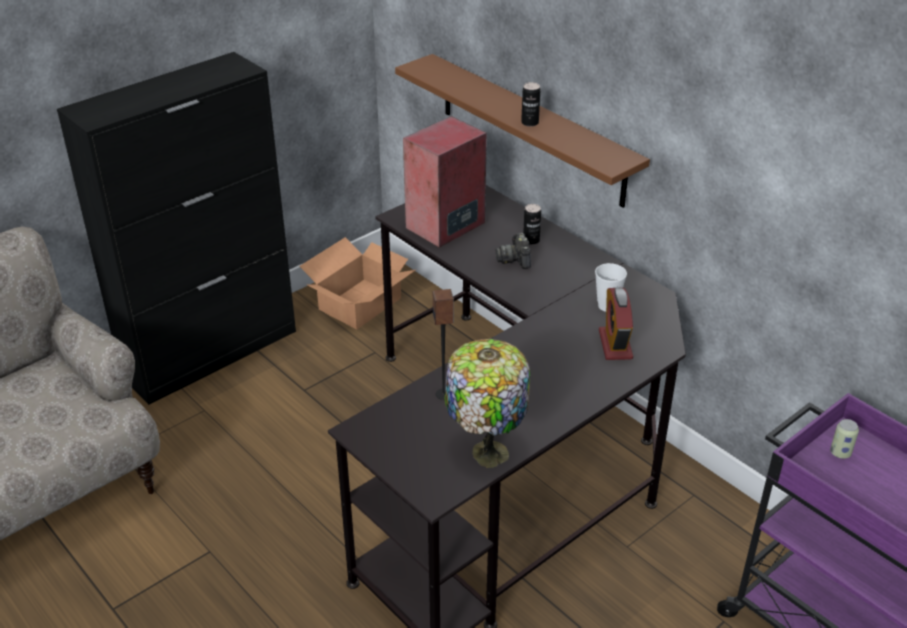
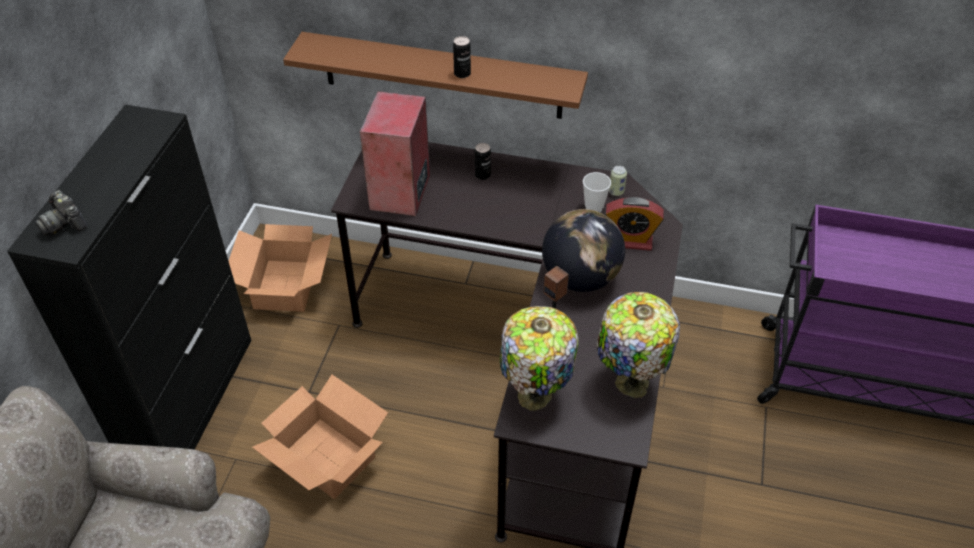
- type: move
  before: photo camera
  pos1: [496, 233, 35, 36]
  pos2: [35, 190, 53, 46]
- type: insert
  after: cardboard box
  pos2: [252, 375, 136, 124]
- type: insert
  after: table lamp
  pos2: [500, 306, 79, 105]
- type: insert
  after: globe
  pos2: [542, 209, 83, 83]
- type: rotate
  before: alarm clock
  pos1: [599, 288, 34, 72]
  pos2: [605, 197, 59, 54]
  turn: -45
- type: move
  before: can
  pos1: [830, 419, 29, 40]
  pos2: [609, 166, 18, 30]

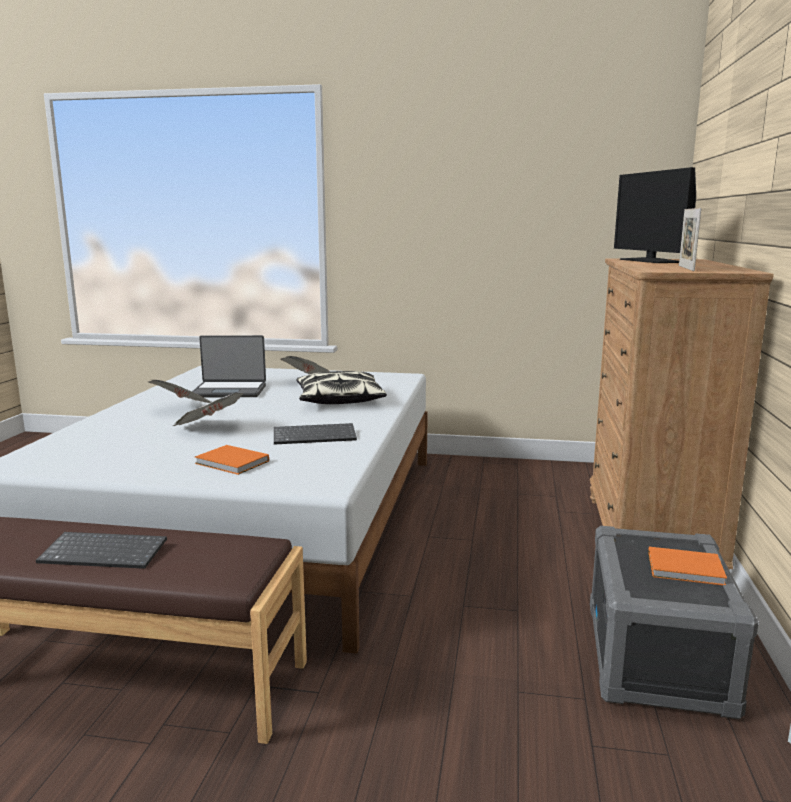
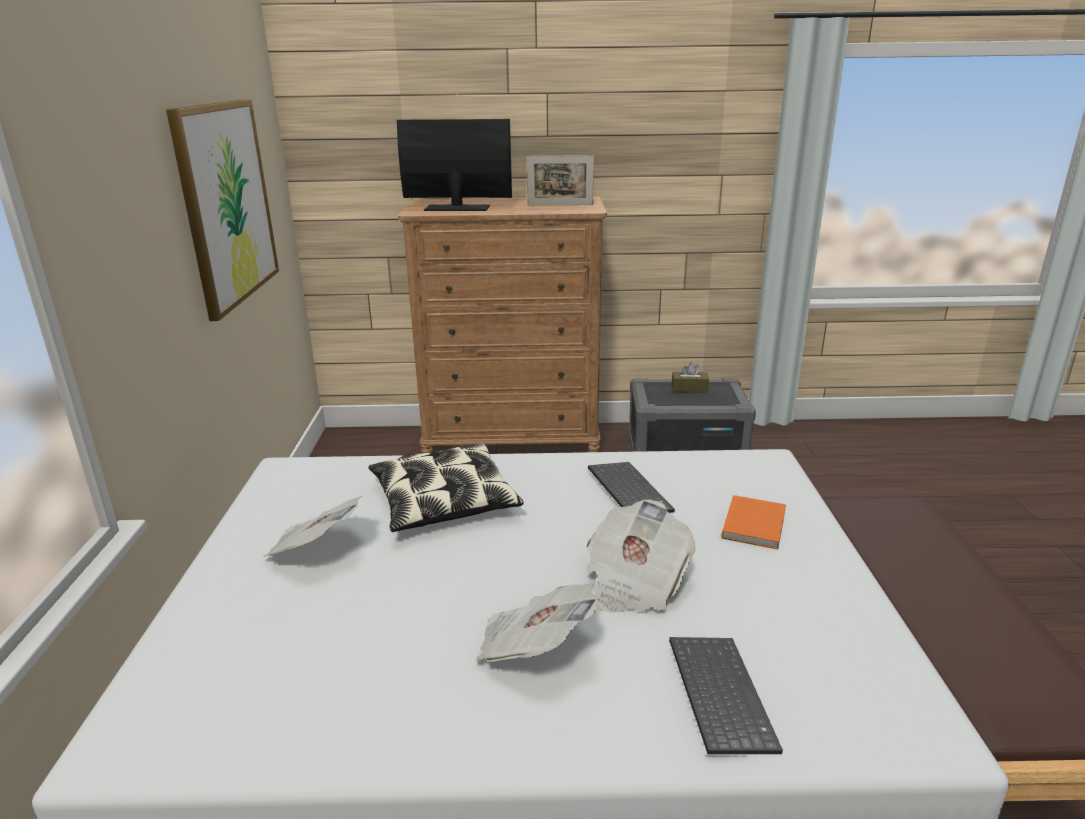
- type: insert
  after: picture
  pos2: [166, 99, 113, 222]
- type: rotate
  before: monitor
  pos1: [614, 167, 82, 96]
  pos2: [397, 119, 115, 92]
  turn: -150
- type: move
  before: keyboard
  pos1: [36, 532, 131, 37]
  pos2: [669, 637, 114, 117]
- type: replace
  before: book/orange
  after: tissue box/brown
  pos1: [648, 547, 79, 38]
  pos2: [672, 362, 37, 31]
- type: delete
  before: laptop
  pos1: [192, 335, 74, 62]

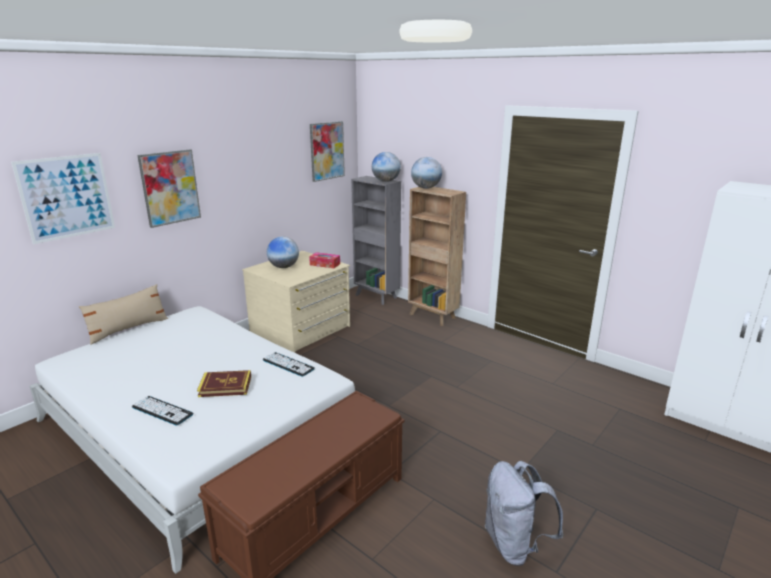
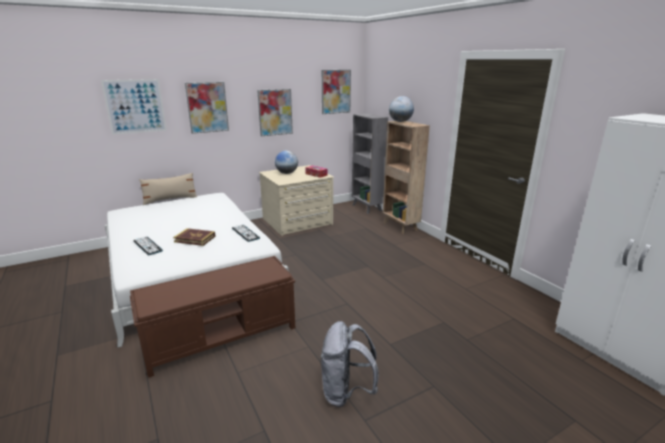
- type: insert
  after: picture
  pos2: [257, 89, 36, 47]
- type: delete
  before: globe
  pos1: [372, 152, 29, 30]

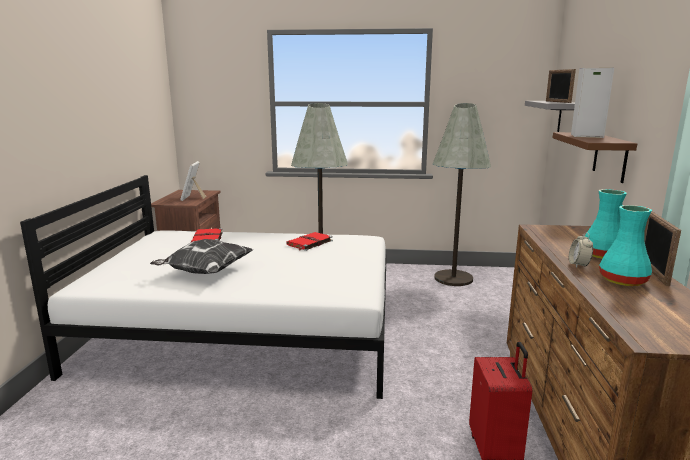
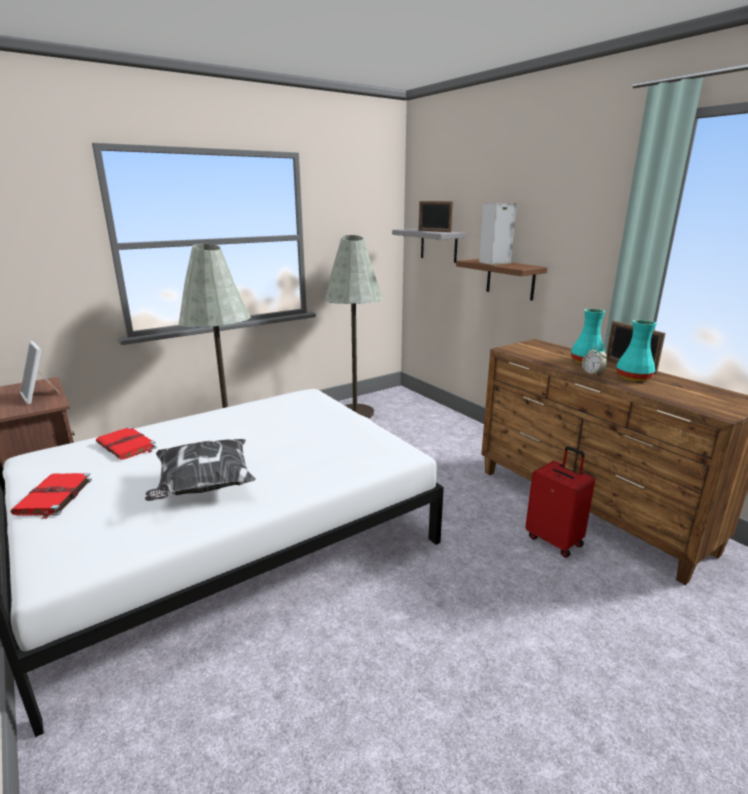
- type: move
  before: book/red
  pos1: [286, 232, 47, 19]
  pos2: [11, 473, 81, 46]

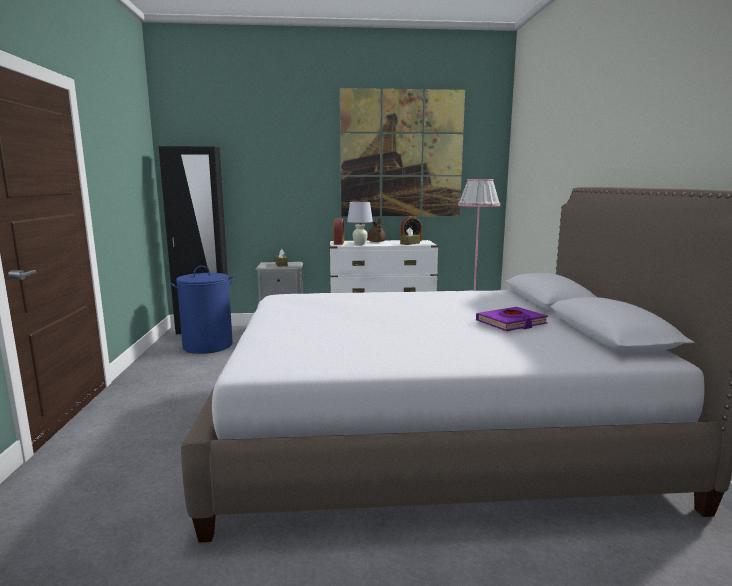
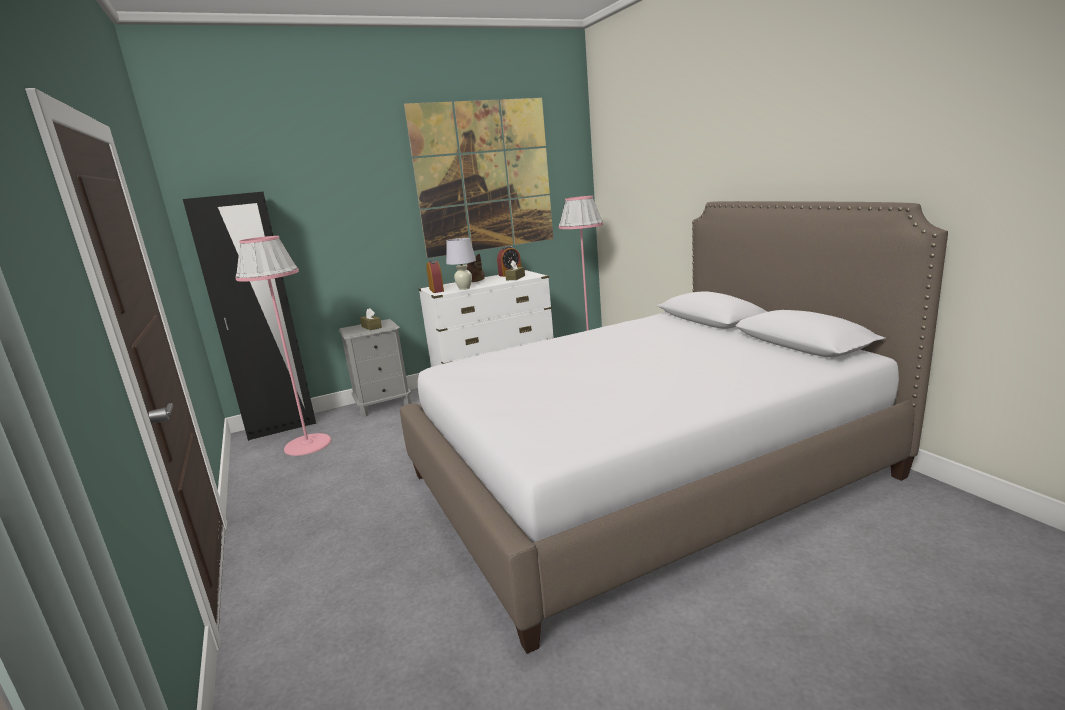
- type: replace
  before: laundry basket/blue
  after: floor lamp/pink
  pos1: [170, 266, 64, 88]
  pos2: [235, 236, 97, 220]
- type: delete
  before: book/purple
  pos1: [476, 307, 72, 24]

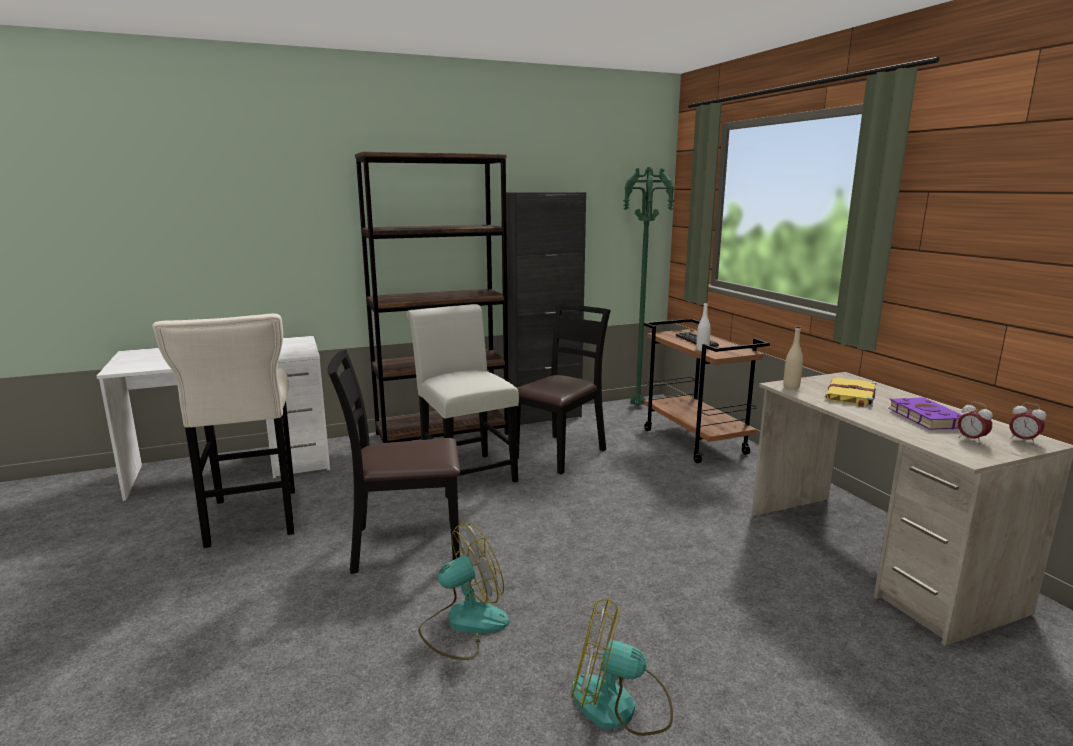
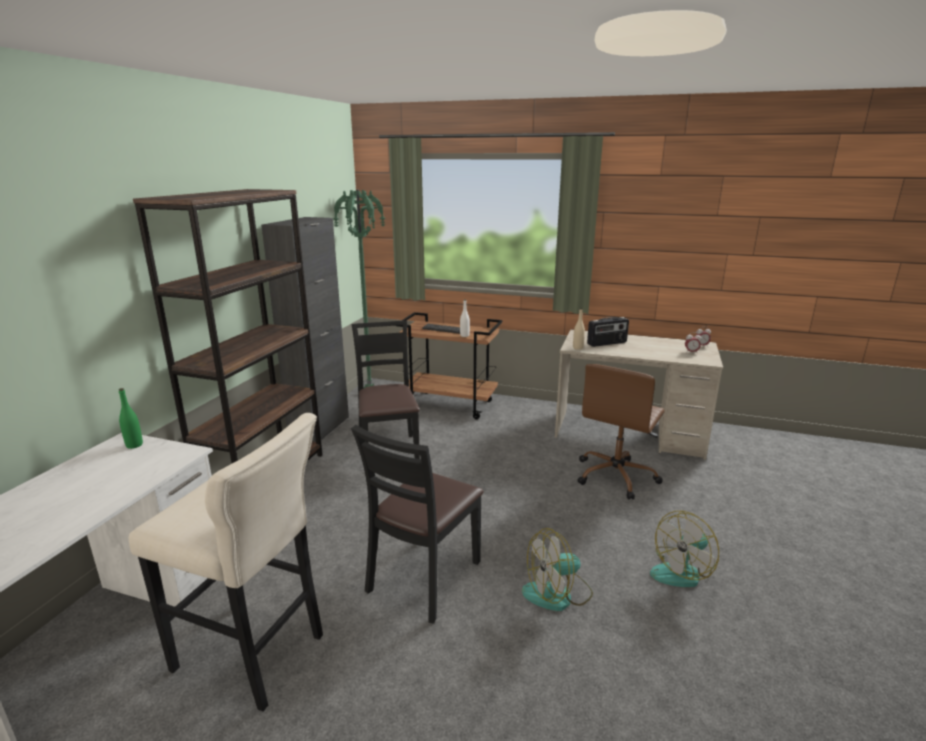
- type: insert
  after: bottle/green
  pos2: [119, 388, 24, 61]
- type: rotate
  before: fan
  pos1: [418, 522, 91, 138]
  pos2: [522, 528, 71, 83]
  turn: -120
- type: insert
  after: office chair/brown
  pos2: [578, 364, 87, 136]
- type: replace
  before: book/yellow
  after: radio
  pos1: [825, 377, 52, 30]
  pos2: [587, 317, 42, 30]
- type: delete
  before: chair/white
  pos1: [407, 304, 112, 194]
- type: delete
  before: book/purple
  pos1: [888, 397, 74, 33]

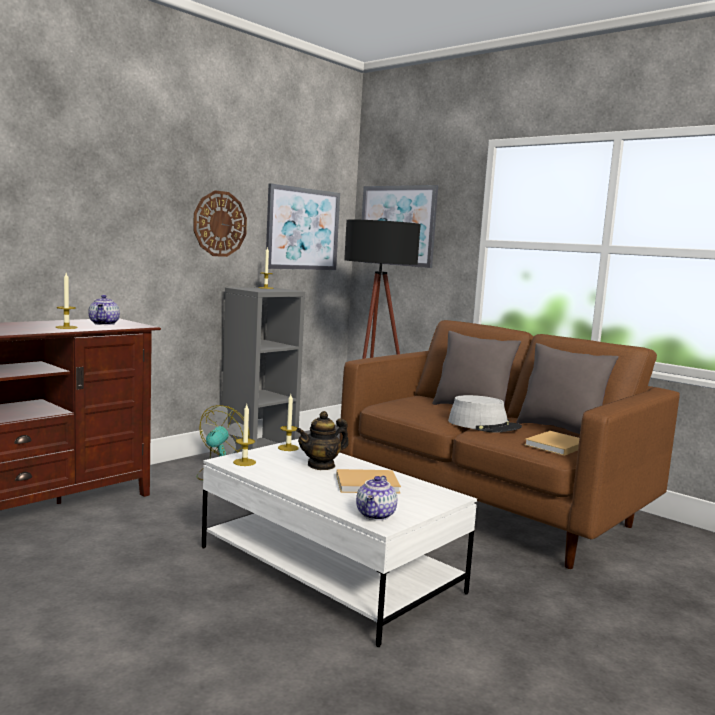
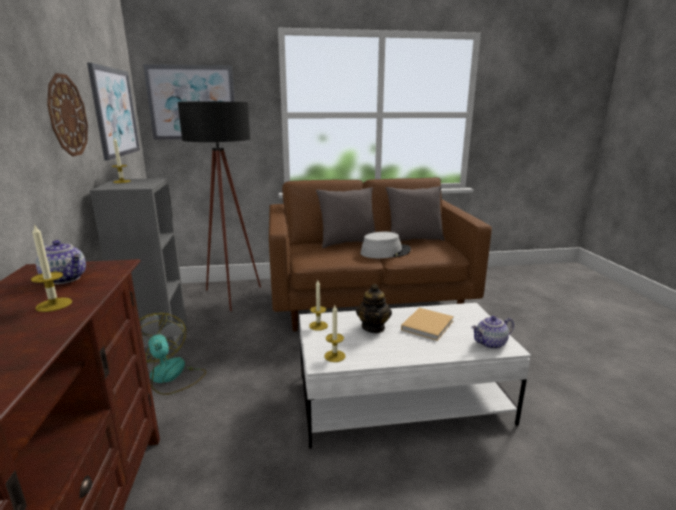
- type: rotate
  before: teapot
  pos1: [356, 476, 41, 45]
  pos2: [471, 316, 43, 33]
  turn: 105
- type: delete
  before: book/beige
  pos1: [524, 431, 55, 25]

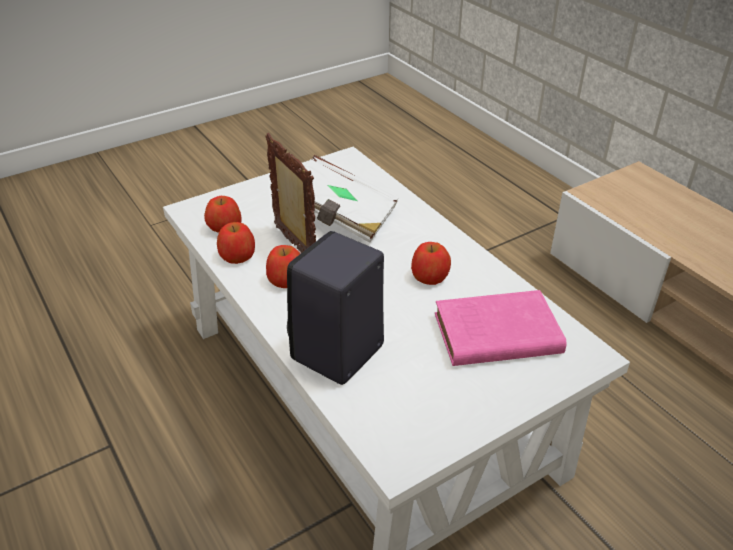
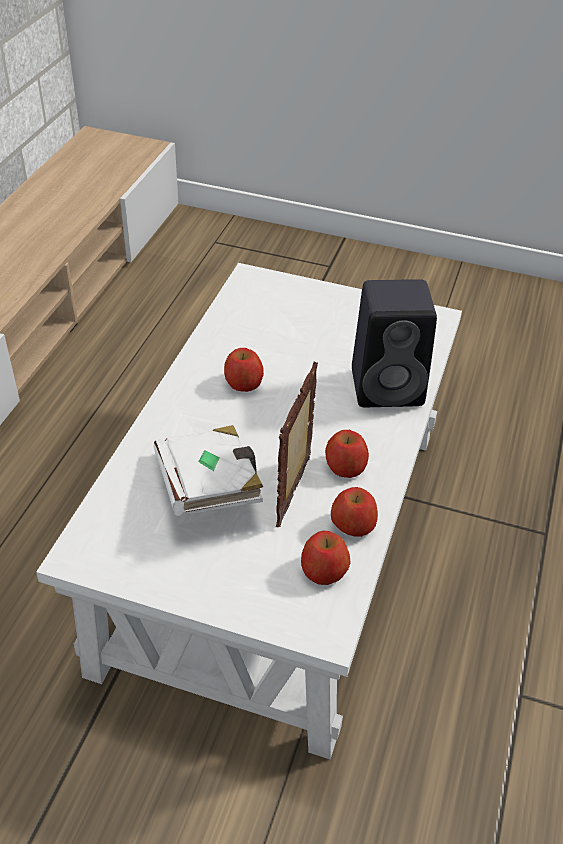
- type: delete
  before: book/pink
  pos1: [435, 290, 131, 76]

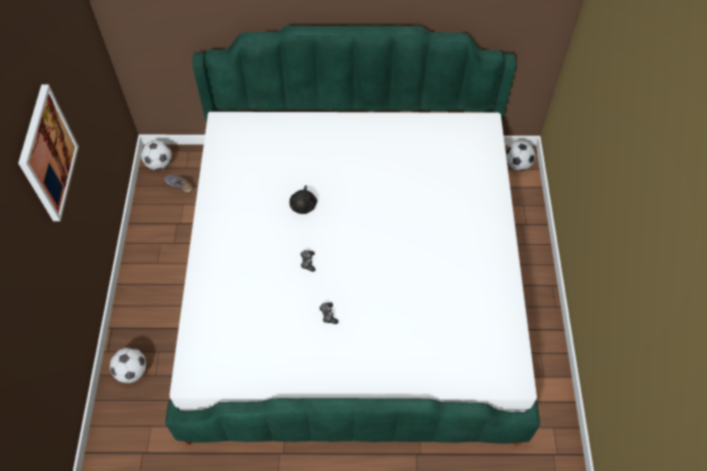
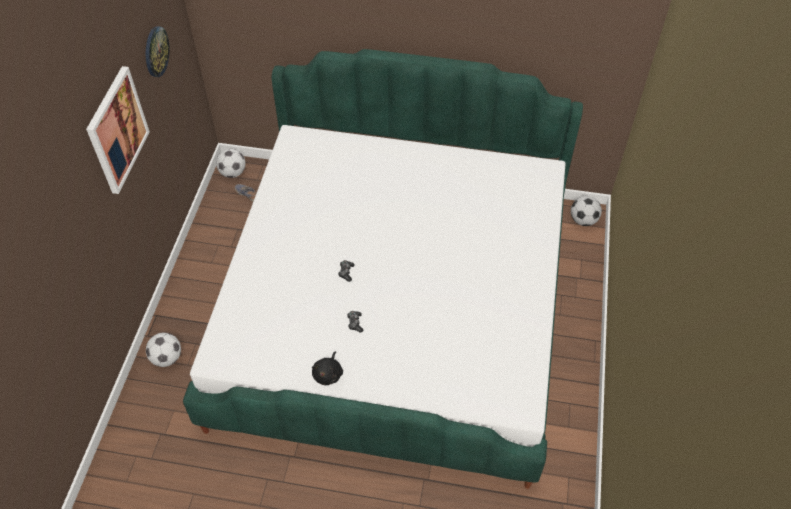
- type: insert
  after: wall clock
  pos2: [146, 26, 23, 51]
- type: move
  before: plush toy/black
  pos1: [289, 185, 28, 29]
  pos2: [312, 352, 31, 33]

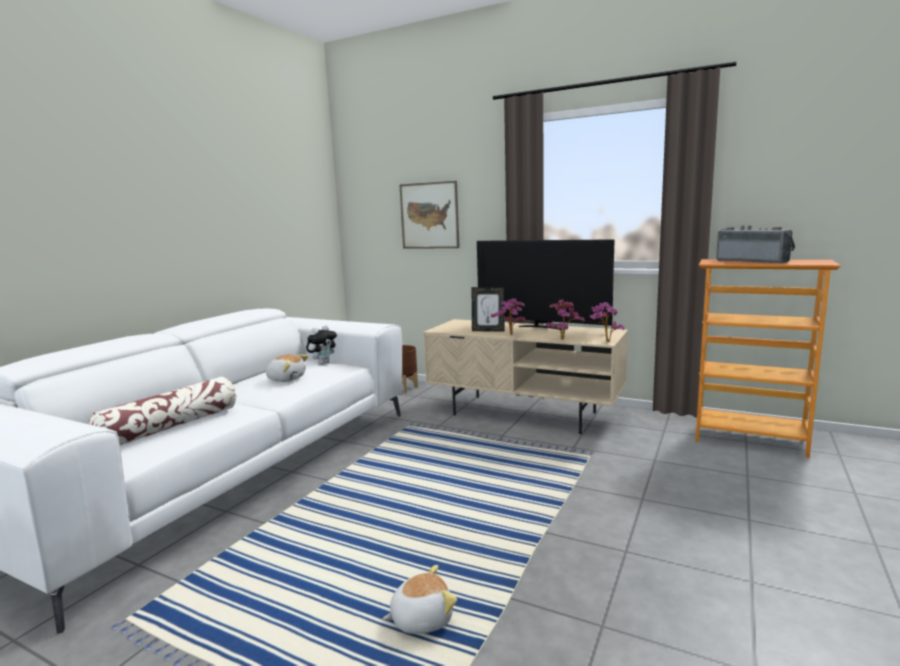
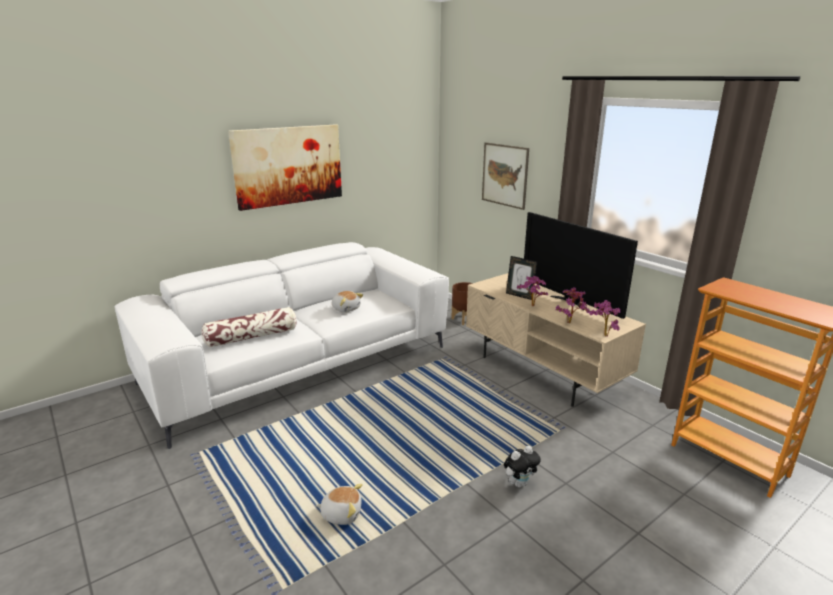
- type: insert
  after: picture
  pos2: [228, 124, 114, 87]
- type: move
  before: plush toy
  pos1: [306, 325, 31, 39]
  pos2: [504, 446, 37, 41]
- type: delete
  before: radio
  pos1: [716, 225, 79, 39]

